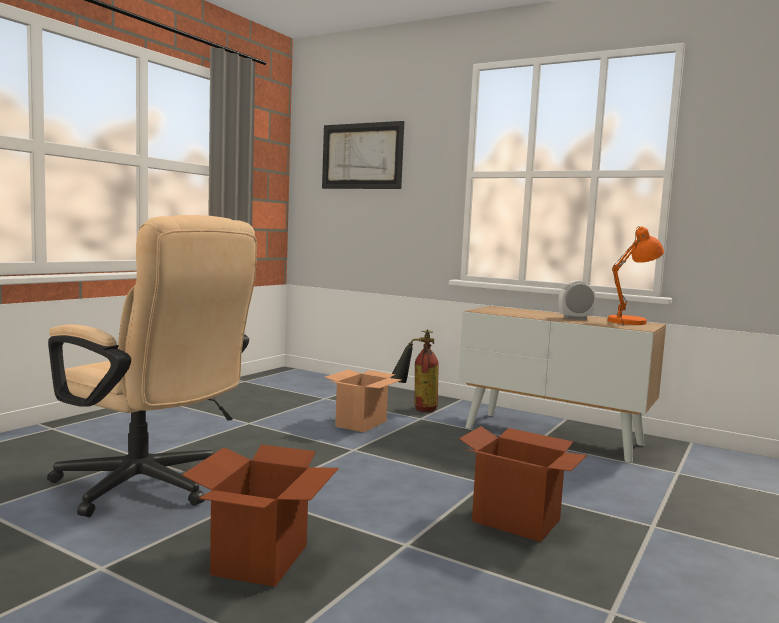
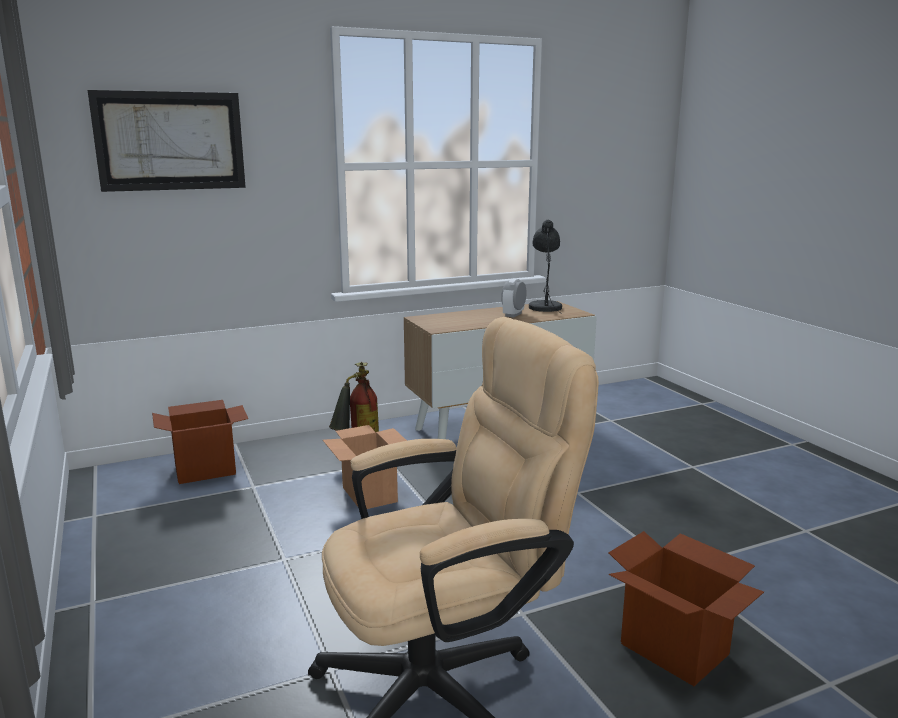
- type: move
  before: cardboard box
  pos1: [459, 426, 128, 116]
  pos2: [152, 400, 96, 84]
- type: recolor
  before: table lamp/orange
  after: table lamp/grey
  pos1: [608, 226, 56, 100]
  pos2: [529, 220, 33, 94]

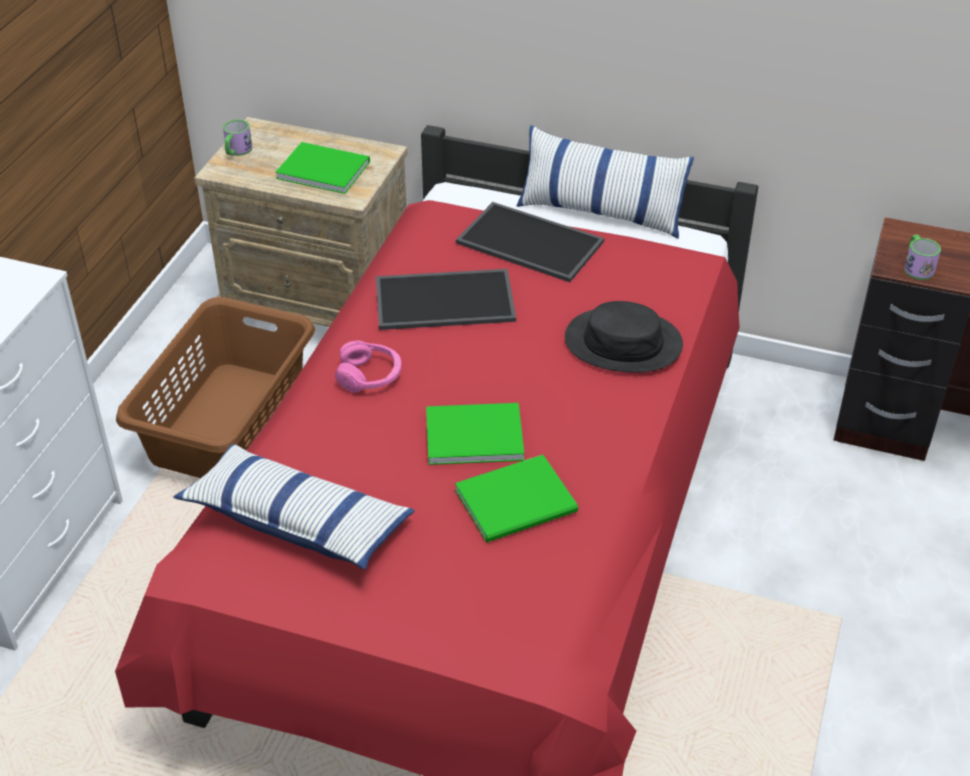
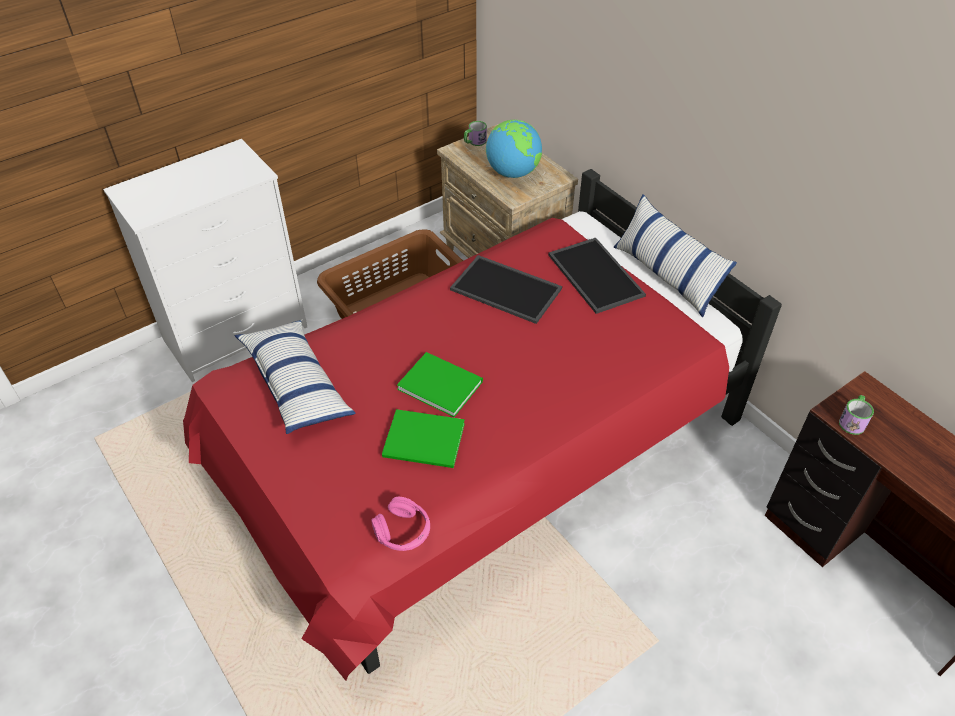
- type: move
  before: headphones/pink
  pos1: [335, 340, 67, 53]
  pos2: [371, 497, 59, 54]
- type: replace
  before: book/green
  after: globe
  pos1: [275, 142, 95, 52]
  pos2: [486, 120, 56, 58]
- type: delete
  before: hat/black
  pos1: [565, 301, 118, 72]

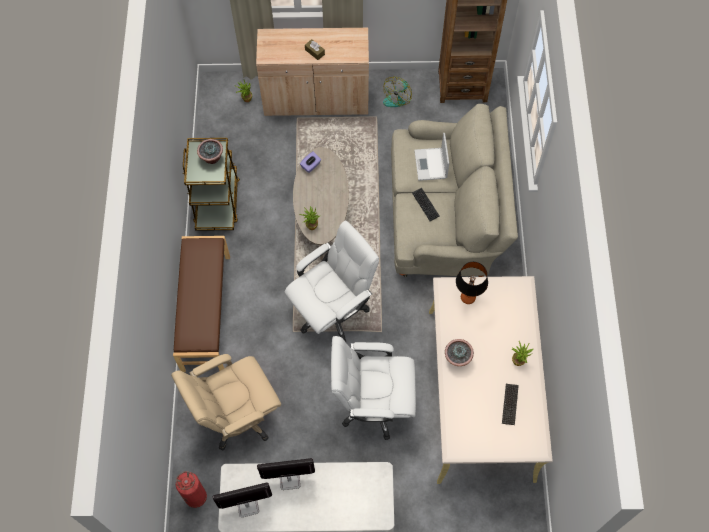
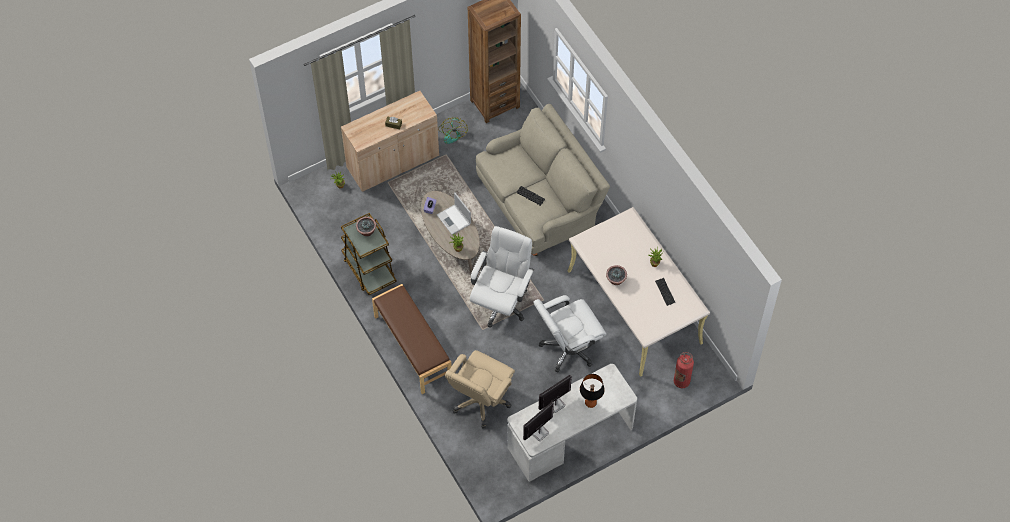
- type: move
  before: laptop
  pos1: [414, 133, 35, 48]
  pos2: [437, 192, 34, 43]
- type: move
  before: table lamp
  pos1: [456, 262, 32, 42]
  pos2: [580, 374, 25, 34]
- type: move
  before: fire extinguisher
  pos1: [176, 471, 31, 37]
  pos2: [674, 352, 20, 37]

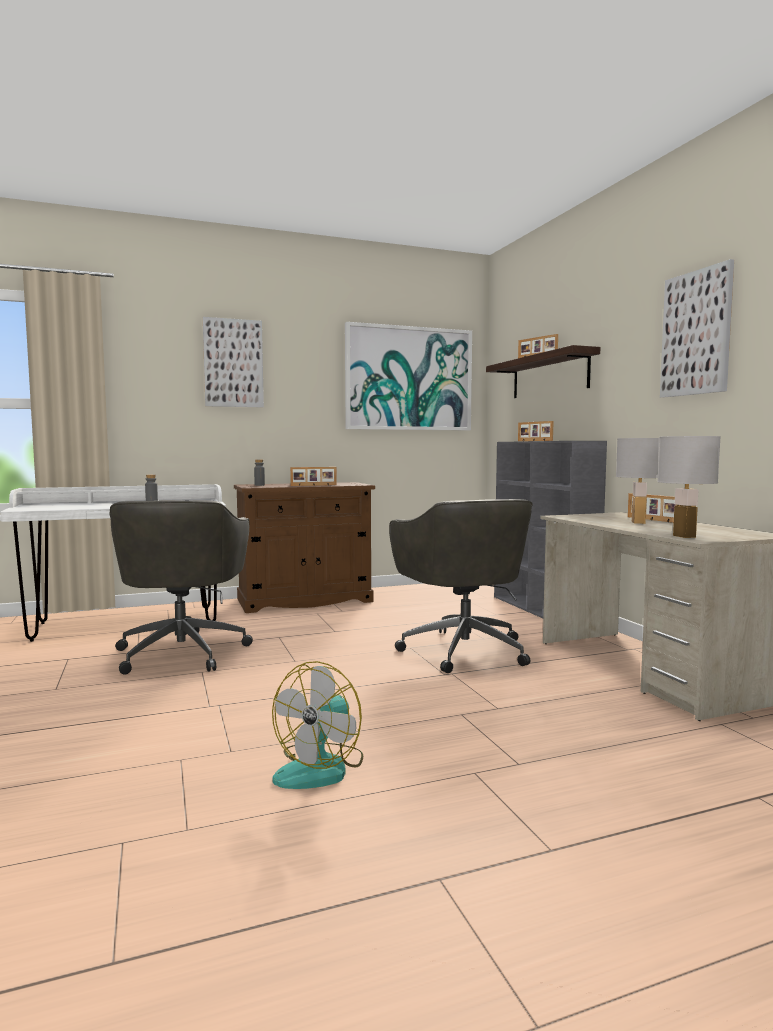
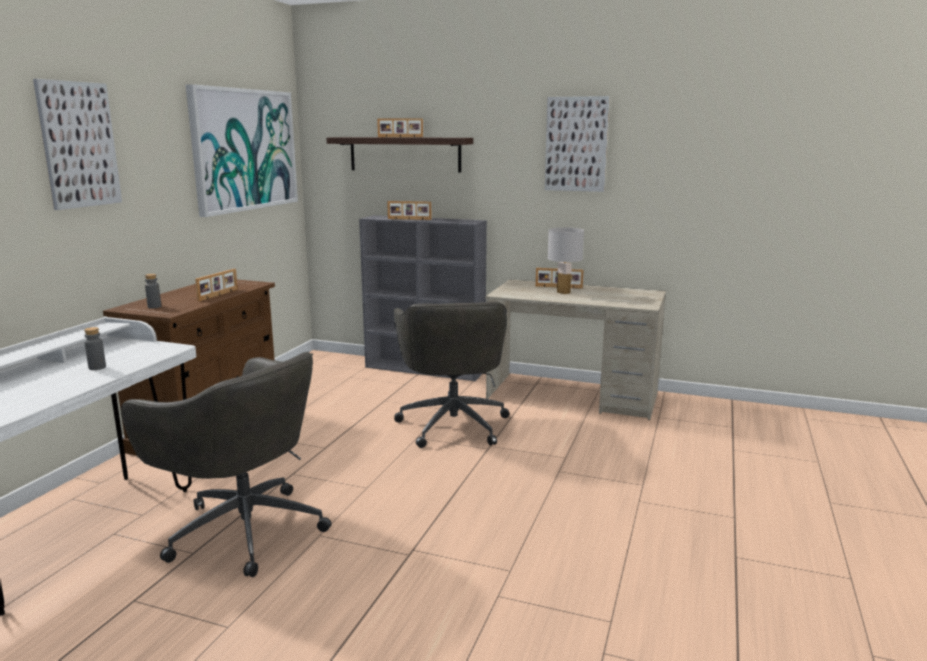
- type: rotate
  before: office chair/grey
  pos1: [389, 499, 144, 174]
  pos2: [394, 302, 115, 146]
  turn: 60
- type: delete
  before: fan
  pos1: [272, 661, 91, 128]
- type: delete
  before: table lamp/white
  pos1: [657, 436, 64, 102]

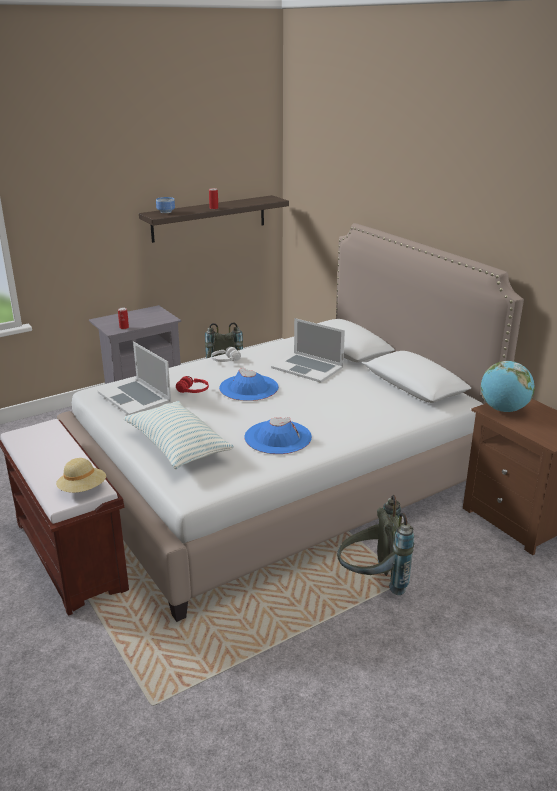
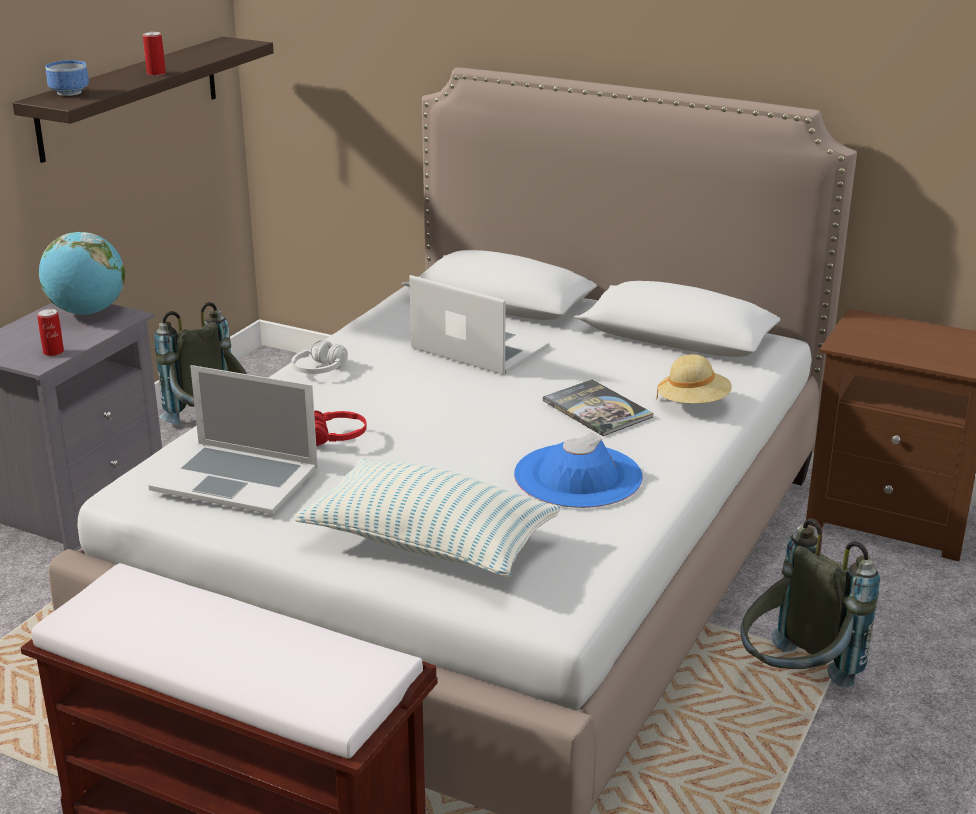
- type: move
  before: globe
  pos1: [481, 361, 54, 51]
  pos2: [39, 232, 86, 83]
- type: rotate
  before: laptop
  pos1: [271, 318, 74, 65]
  pos2: [409, 275, 140, 100]
  turn: -150
- type: insert
  after: book
  pos2: [543, 379, 110, 57]
- type: move
  before: hat/beige
  pos1: [56, 458, 50, 35]
  pos2: [657, 354, 75, 50]
- type: delete
  before: hat/blue
  pos1: [219, 368, 60, 33]

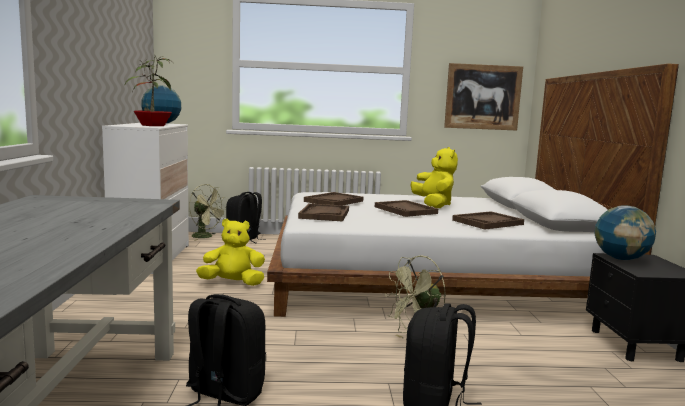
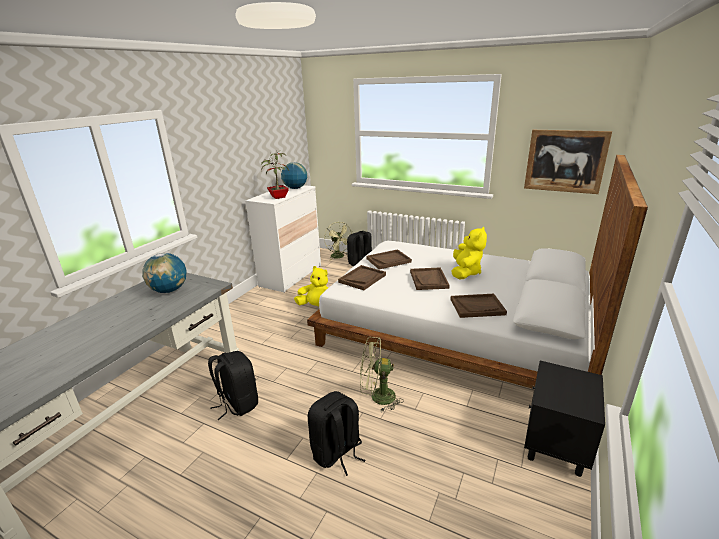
- type: move
  before: globe
  pos1: [594, 205, 62, 55]
  pos2: [142, 253, 45, 40]

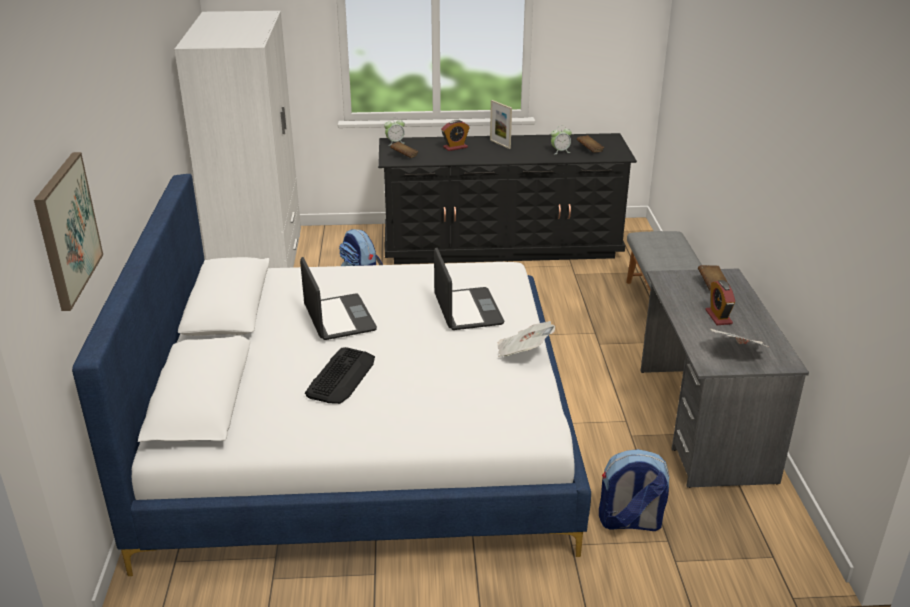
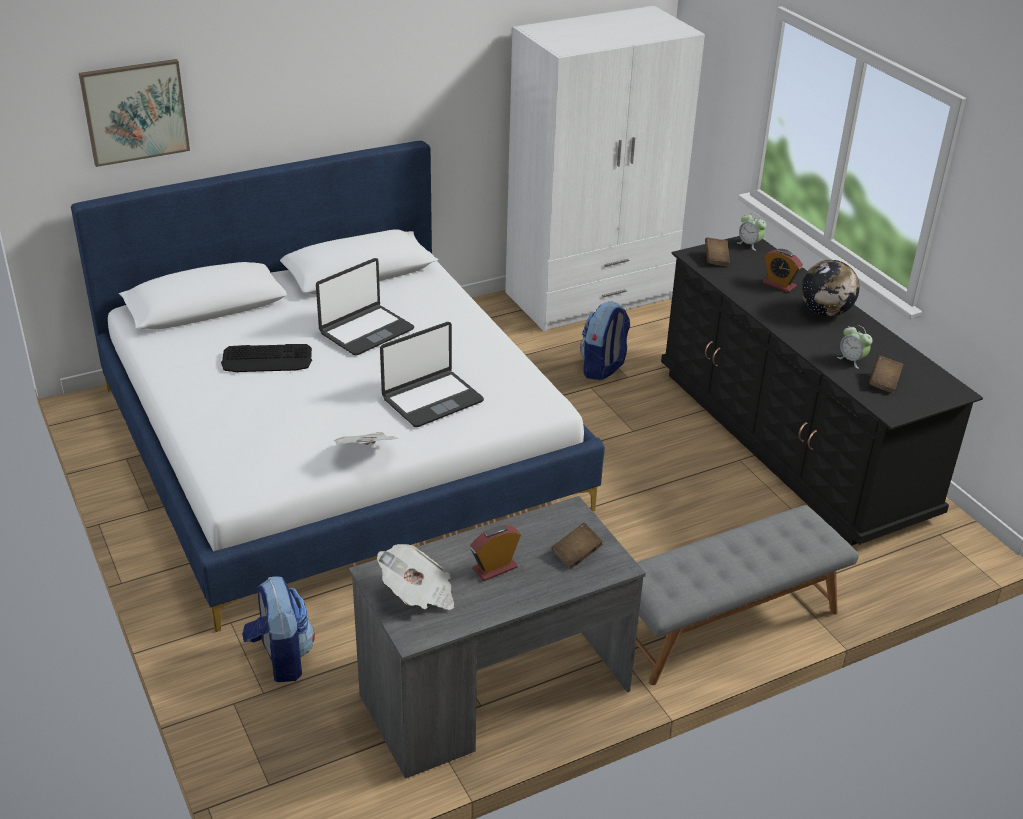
- type: replace
  before: picture frame
  after: globe
  pos1: [490, 100, 22, 49]
  pos2: [801, 260, 58, 56]

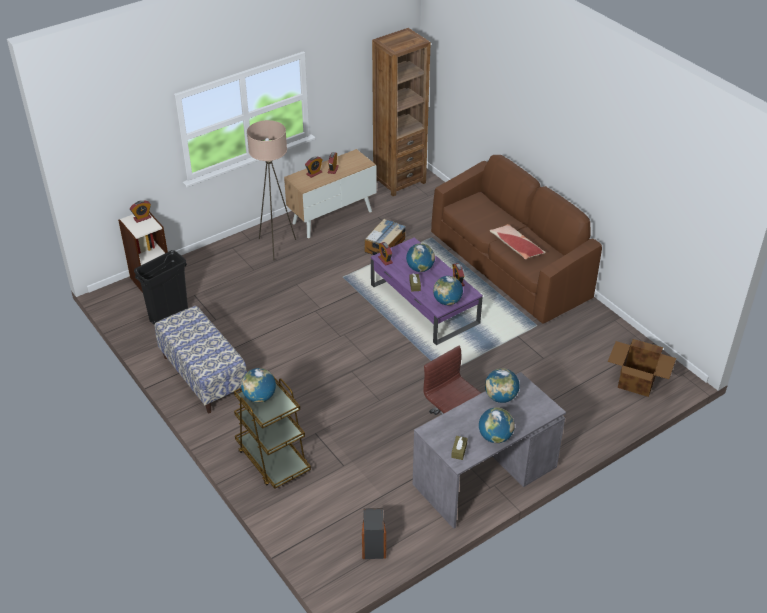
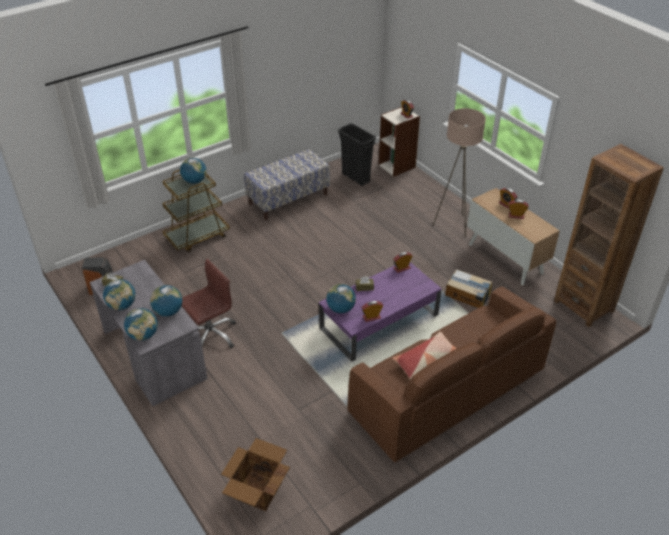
- type: move
  before: globe
  pos1: [406, 243, 29, 29]
  pos2: [124, 308, 34, 33]

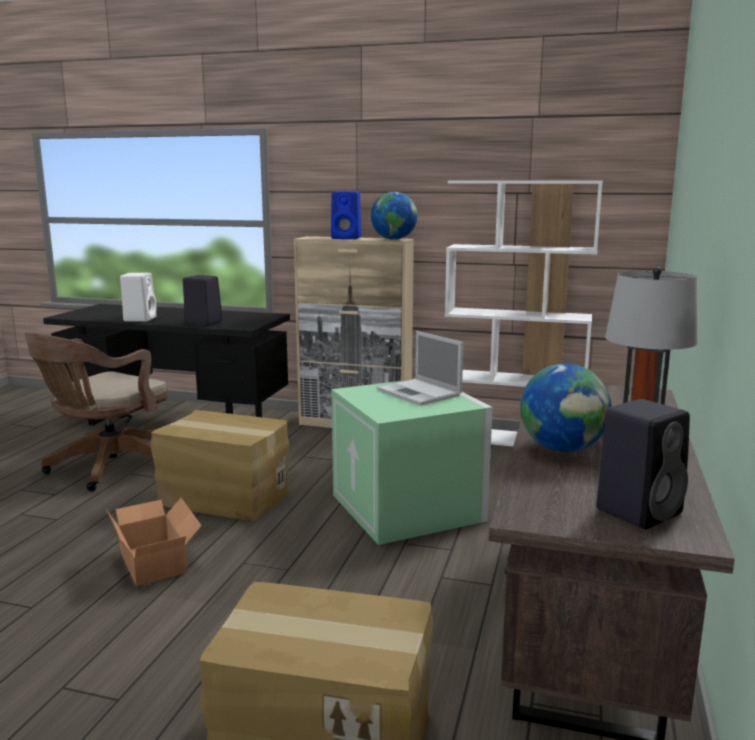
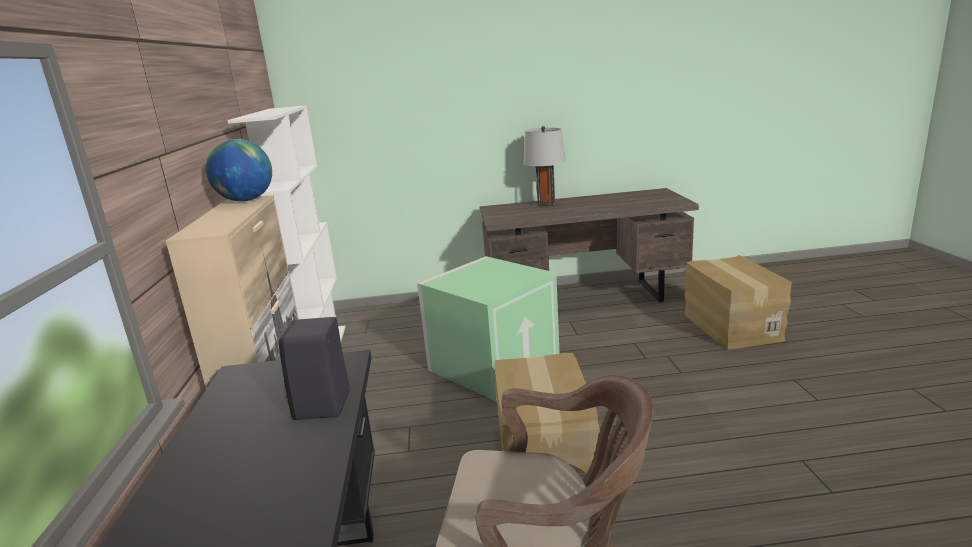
- type: delete
  before: cardboard box
  pos1: [106, 498, 96, 88]
- type: delete
  before: speaker/white
  pos1: [120, 273, 37, 49]
- type: delete
  before: speaker/blue
  pos1: [331, 191, 30, 48]
- type: delete
  before: laptop
  pos1: [377, 331, 86, 74]
- type: delete
  before: globe
  pos1: [520, 363, 91, 89]
- type: delete
  before: speaker/black
  pos1: [596, 399, 94, 130]

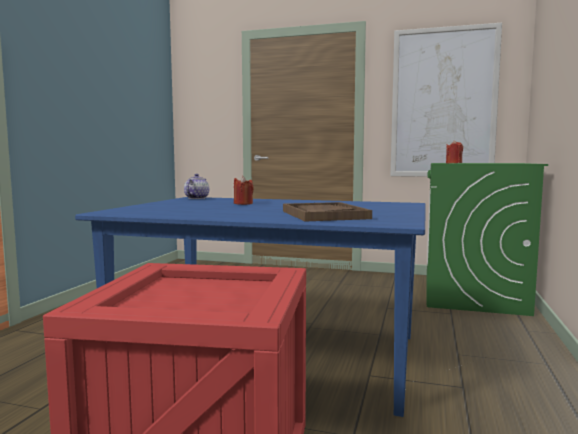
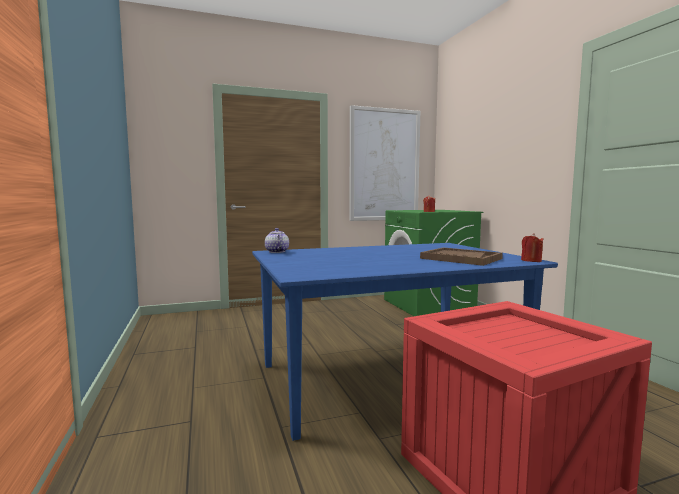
- type: move
  before: candle/red
  pos1: [234, 176, 20, 29]
  pos2: [521, 233, 23, 29]

